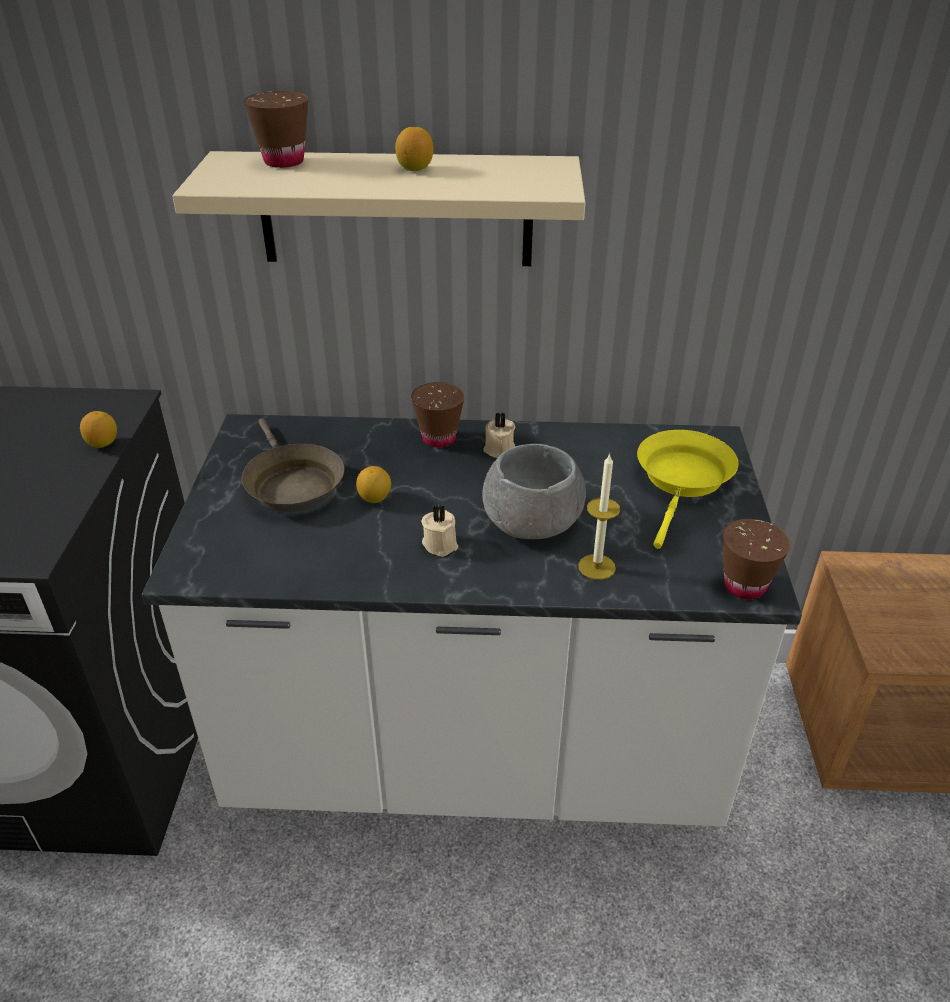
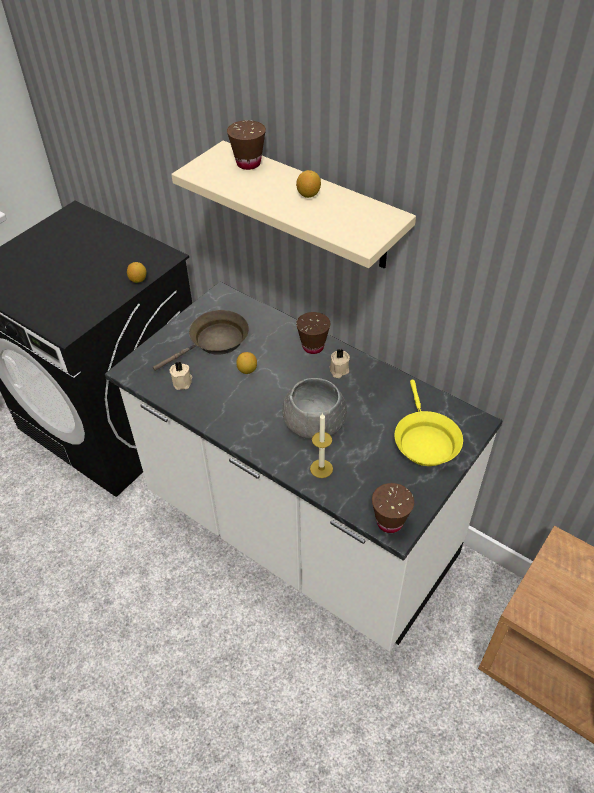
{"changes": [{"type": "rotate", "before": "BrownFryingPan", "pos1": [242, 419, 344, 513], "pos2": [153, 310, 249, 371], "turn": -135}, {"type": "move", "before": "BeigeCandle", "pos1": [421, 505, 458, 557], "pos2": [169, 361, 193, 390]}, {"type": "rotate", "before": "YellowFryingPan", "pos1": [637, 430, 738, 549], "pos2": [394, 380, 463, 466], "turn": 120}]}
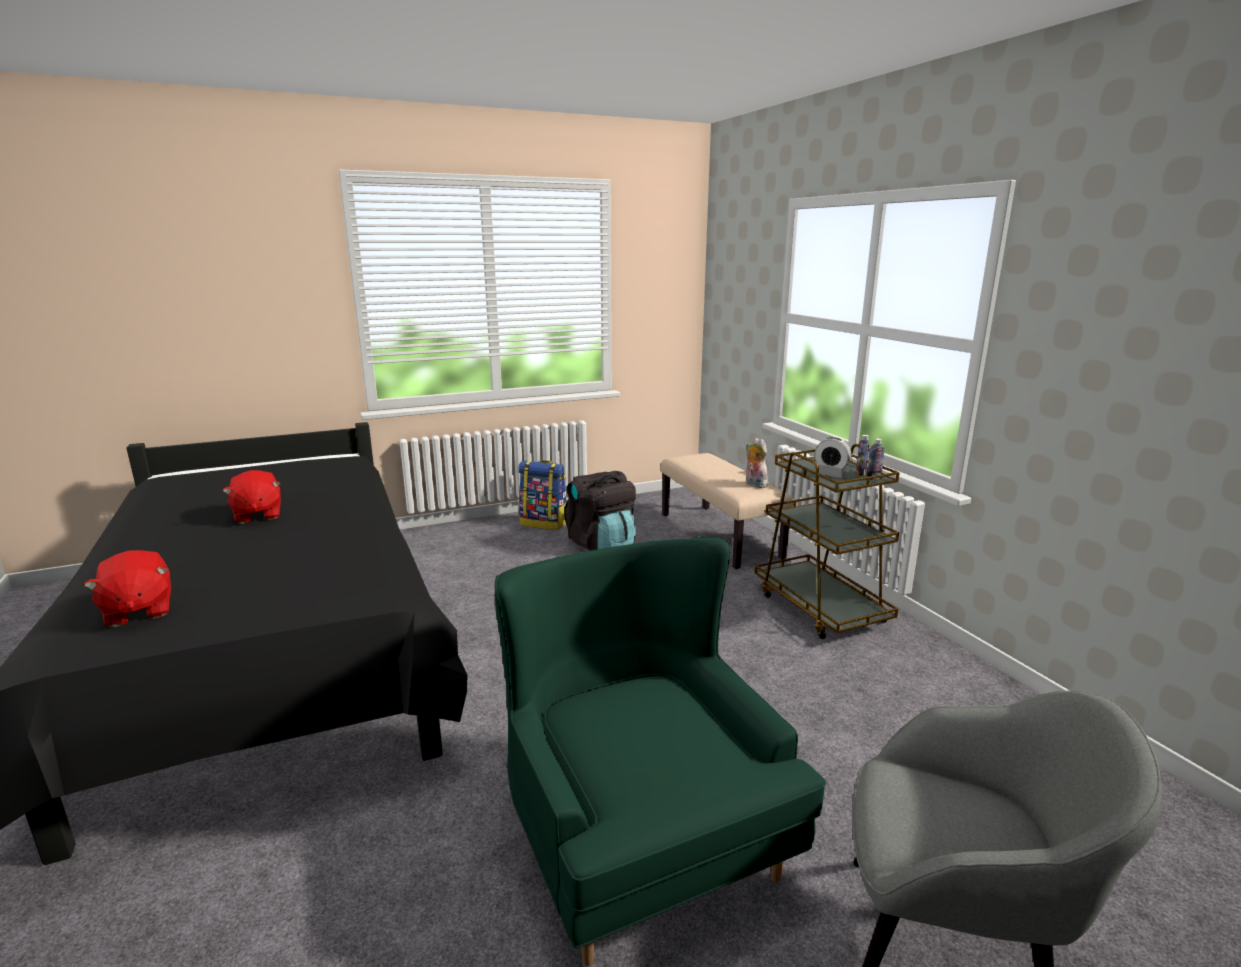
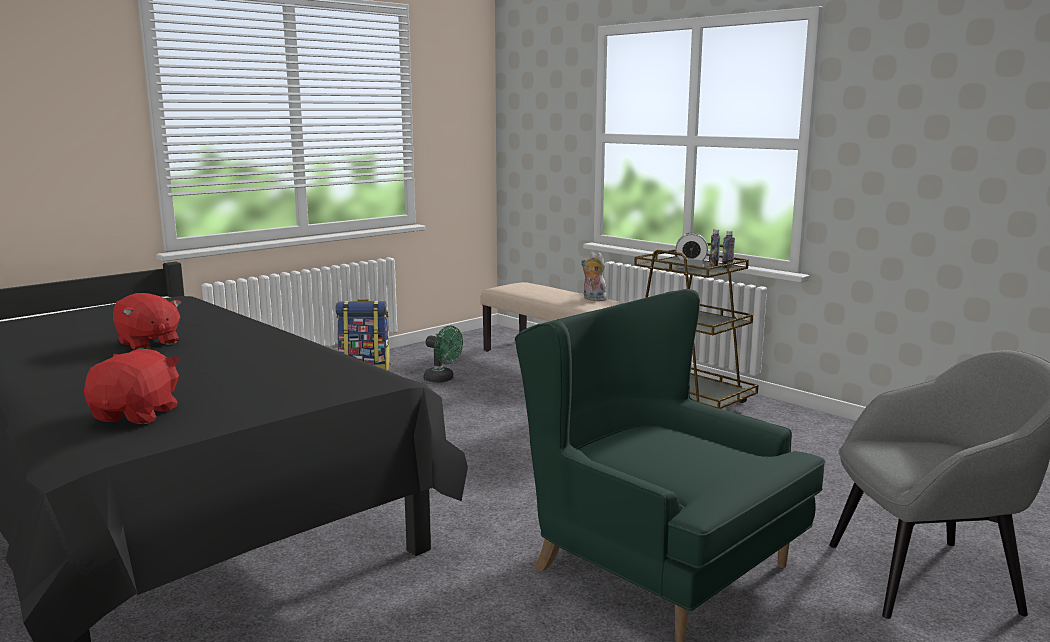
{"changes": [{"type": "rotate", "before": "RedPlushToy", "pos1": [83, 550, 171, 627], "pos2": [84, 349, 180, 424], "turn": -120}, {"type": "replace", "before": "BlackBackpack", "after": "GreenFan", "pos1": [565, 471, 636, 551], "pos2": [424, 326, 463, 383]}]}
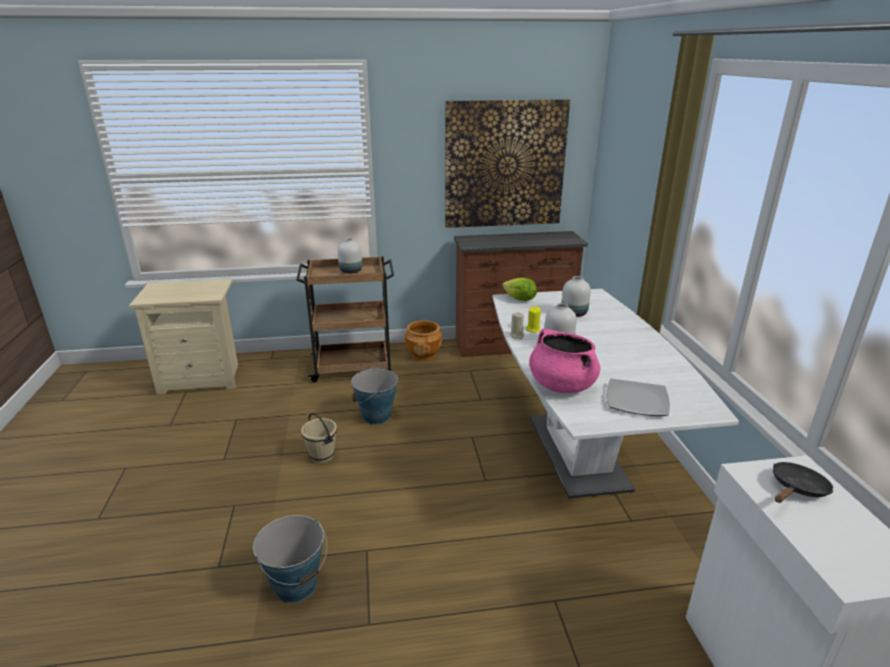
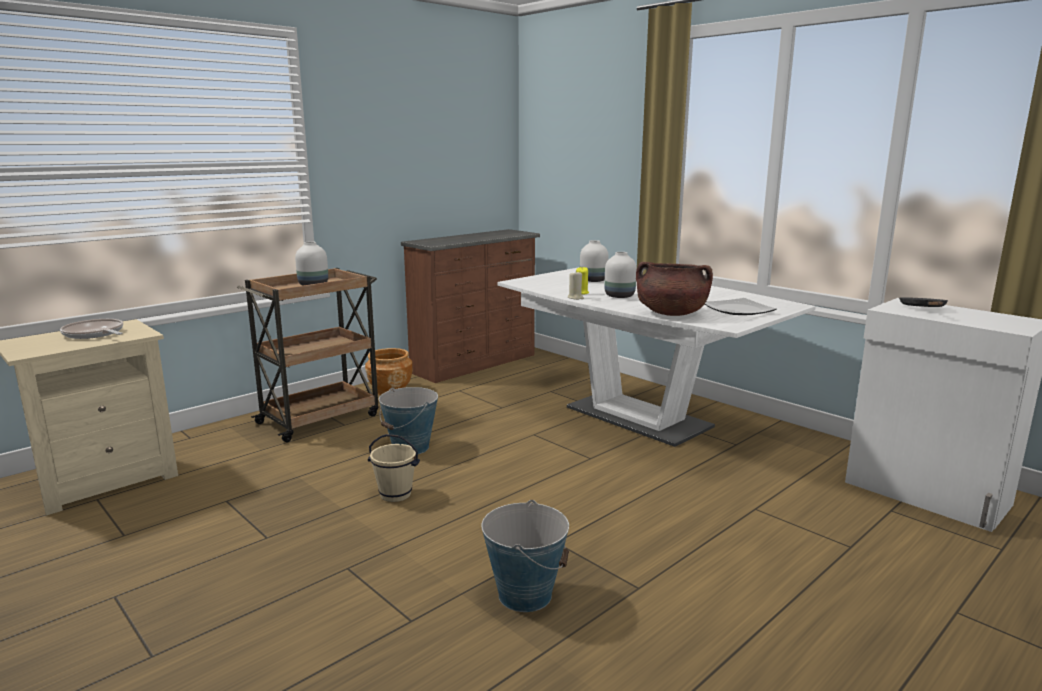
{"changes": [{"type": "delete", "before": "Picture", "pos1": [445, 99, 570, 228]}, {"type": "delete", "before": "Lettuce", "pos1": [502, 277, 537, 301]}, {"type": "recolor", "before": "PinkCookingPot", "after": "BrownCookingPot", "pos1": [529, 328, 600, 393], "pos2": [636, 262, 713, 316]}, {"type": "insert", "after": "FryingPan", "pos2": [60, 319, 123, 339]}]}
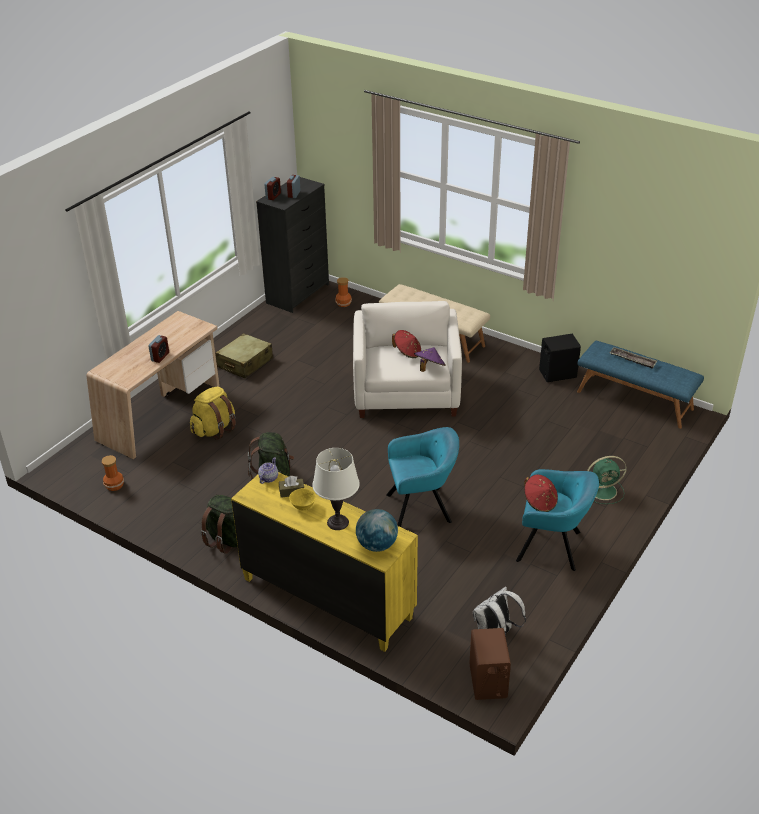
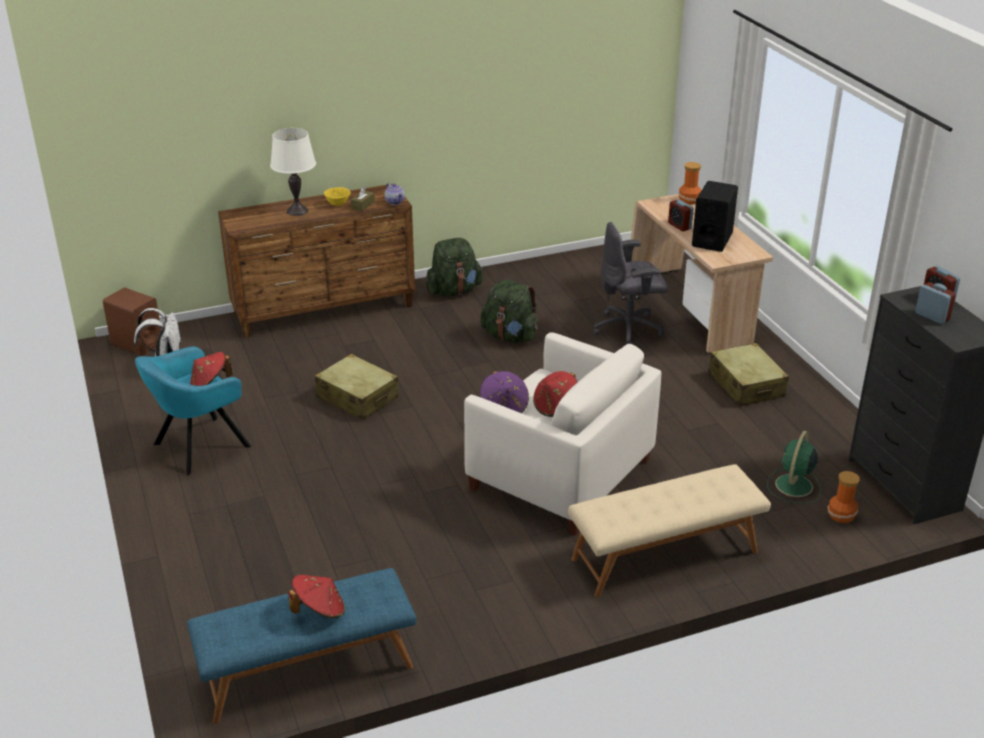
{"changes": [{"type": "move", "before": "Vase", "pos1": [102, 455, 124, 491], "pos2": [678, 162, 702, 205]}, {"type": "replace", "before": "YellowBackpack", "after": "GreyOfficeChair", "pos1": [190, 387, 236, 440], "pos2": [593, 222, 668, 345]}, {"type": "recolor", "before": "YellowDresser", "after": "BrownDresser", "pos1": [231, 472, 418, 652], "pos2": [218, 184, 415, 338]}, {"type": "delete", "before": "Globe", "pos1": [356, 509, 398, 552]}, {"type": "replace", "before": "TurquoiseArmchair", "after": "BeigeSuitcase", "pos1": [386, 427, 459, 527], "pos2": [315, 354, 398, 420]}, {"type": "move", "before": "BlackSpeaker", "pos1": [539, 334, 581, 382], "pos2": [692, 181, 738, 252]}, {"type": "move", "before": "GreenFan", "pos1": [587, 456, 627, 504], "pos2": [767, 431, 821, 504]}, {"type": "replace", "before": "Tray", "after": "RedHat", "pos1": [610, 347, 657, 369], "pos2": [288, 575, 345, 618]}]}
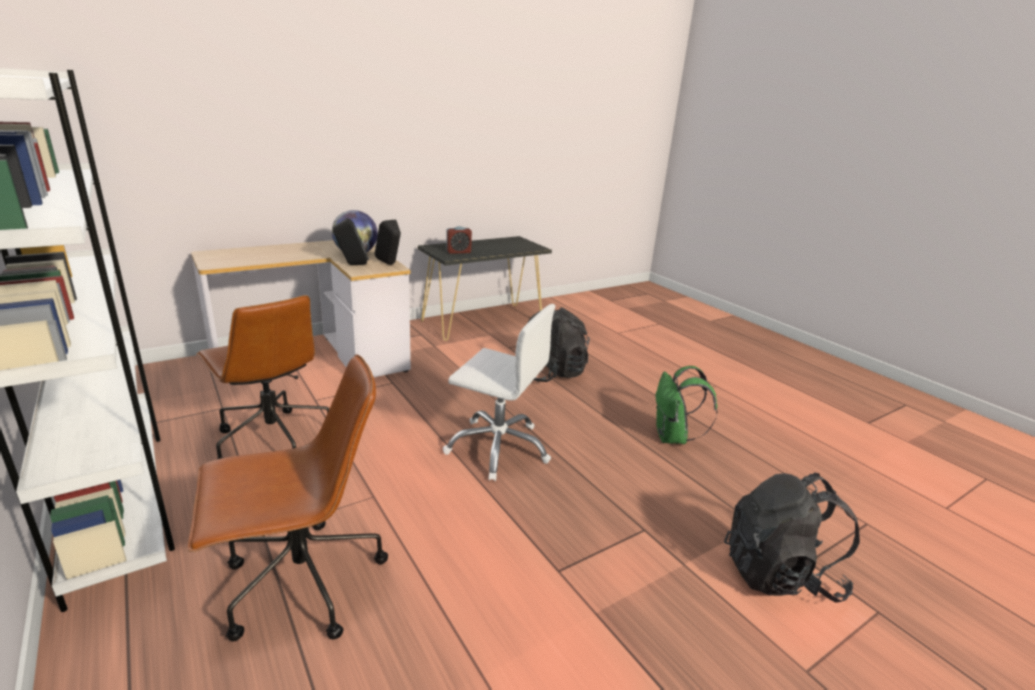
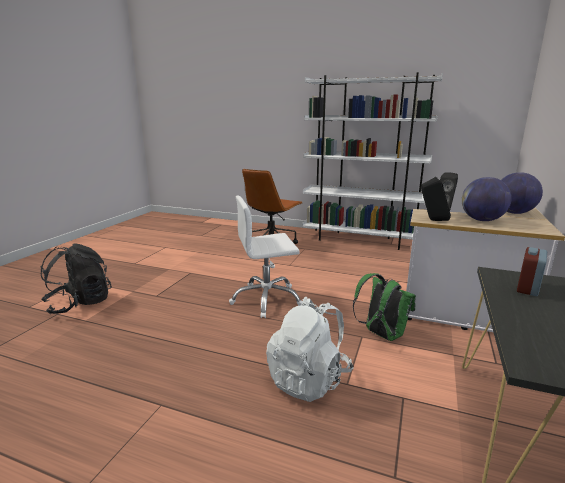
{"changes": [{"type": "delete", "before": "BrownOfficeChair", "pos1": [196, 295, 330, 459]}, {"type": "recolor", "before": "BlackBackpack", "after": "WhiteBackpack", "pos1": [527, 307, 590, 382], "pos2": [266, 297, 354, 402]}, {"type": "move", "before": "GreenBackpack", "pos1": [655, 366, 717, 444], "pos2": [353, 273, 416, 341]}, {"type": "insert", "after": "Globe", "pos2": [501, 172, 543, 214]}]}
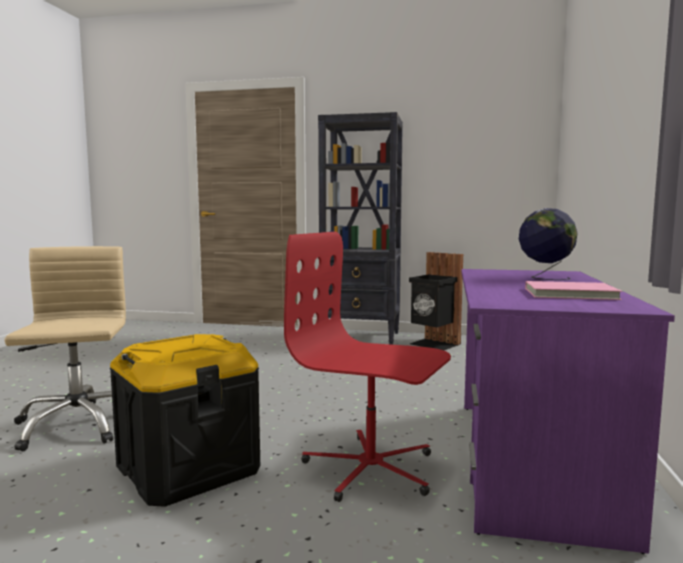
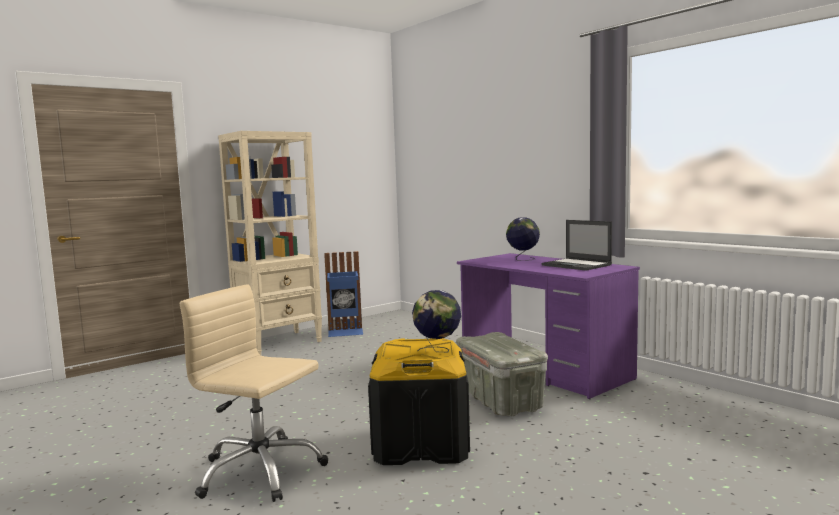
{"changes": [{"type": "replace", "before": "RedOfficeChair", "after": "GreyStorageBox", "pos1": [284, 232, 451, 502], "pos2": [456, 332, 548, 416]}, {"type": "recolor", "before": "BlackBookcase", "after": "BeigeBookcase", "pos1": [318, 112, 403, 345], "pos2": [218, 131, 322, 355]}, {"type": "recolor", "before": "BlackTrashCan", "after": "BlueTrashCan", "pos1": [409, 252, 463, 350], "pos2": [324, 251, 363, 337]}, {"type": "replace", "before": "PinkBook", "after": "Laptop", "pos1": [525, 281, 622, 300], "pos2": [542, 220, 612, 271]}, {"type": "insert", "after": "Globe", "pos2": [412, 290, 461, 352]}]}
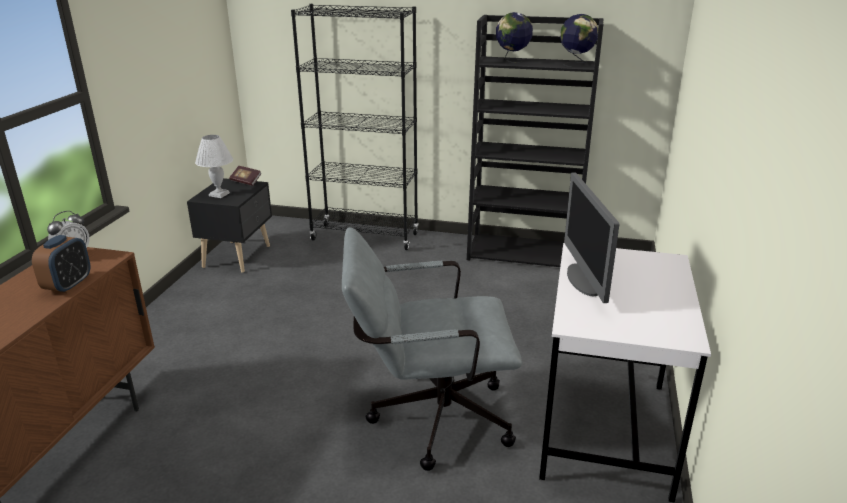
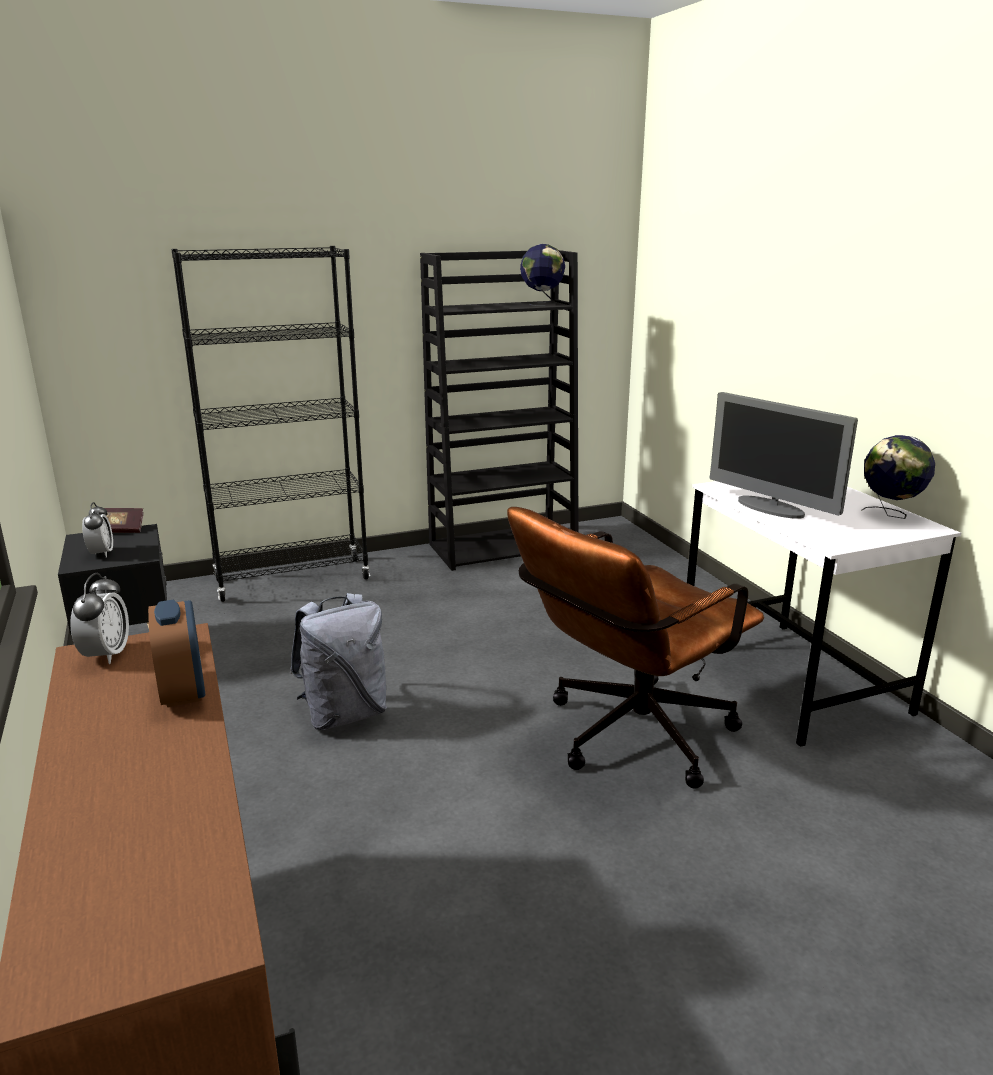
{"changes": [{"type": "replace", "before": "WhiteTableLamp", "after": "AlarmClock", "pos1": [195, 135, 233, 198], "pos2": [82, 502, 113, 558]}, {"type": "recolor", "before": "GreyOfficeChair", "after": "BrownOfficeChair", "pos1": [342, 227, 522, 471], "pos2": [507, 507, 764, 789]}, {"type": "move", "before": "Globe", "pos1": [496, 12, 533, 63], "pos2": [862, 435, 935, 519]}, {"type": "insert", "after": "GreyBackpack", "pos2": [290, 593, 387, 730]}]}
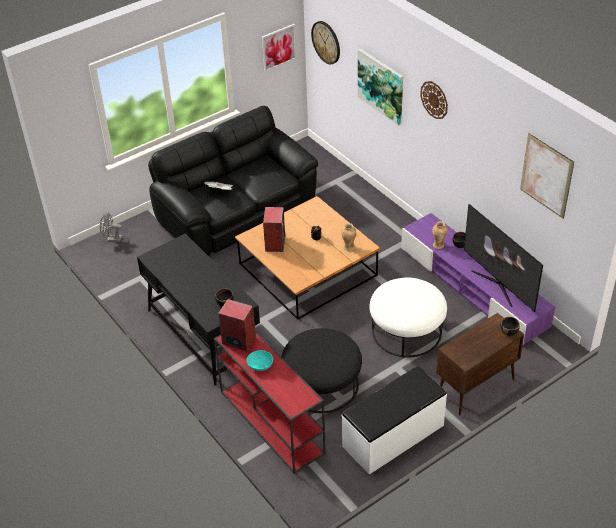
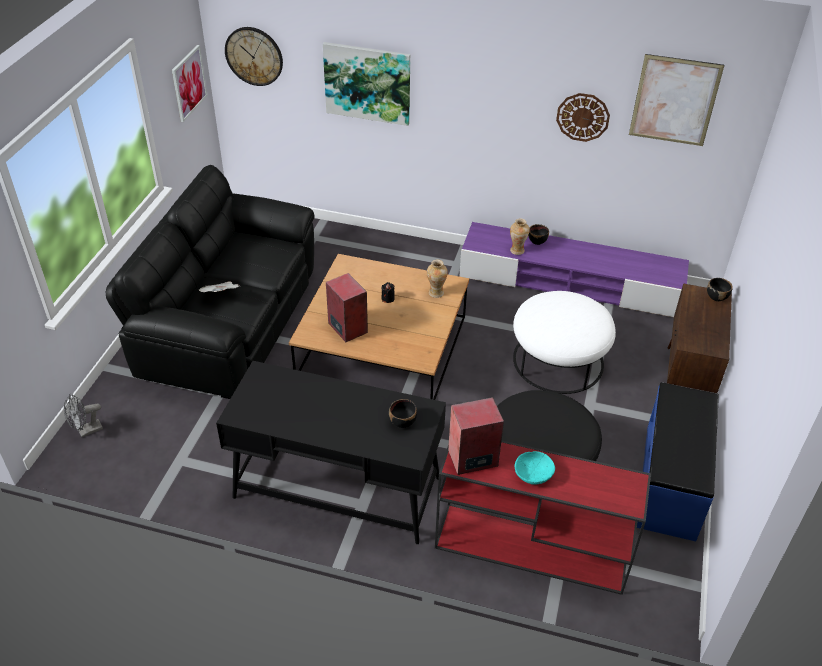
{"changes": [{"type": "recolor", "before": "WhiteBench", "after": "BlueBench", "pos1": [341, 366, 447, 475], "pos2": [637, 382, 719, 541]}, {"type": "move", "before": "WallClock", "pos1": [420, 81, 448, 119], "pos2": [556, 93, 610, 142]}, {"type": "delete", "before": "Television", "pos1": [464, 204, 543, 312]}]}
